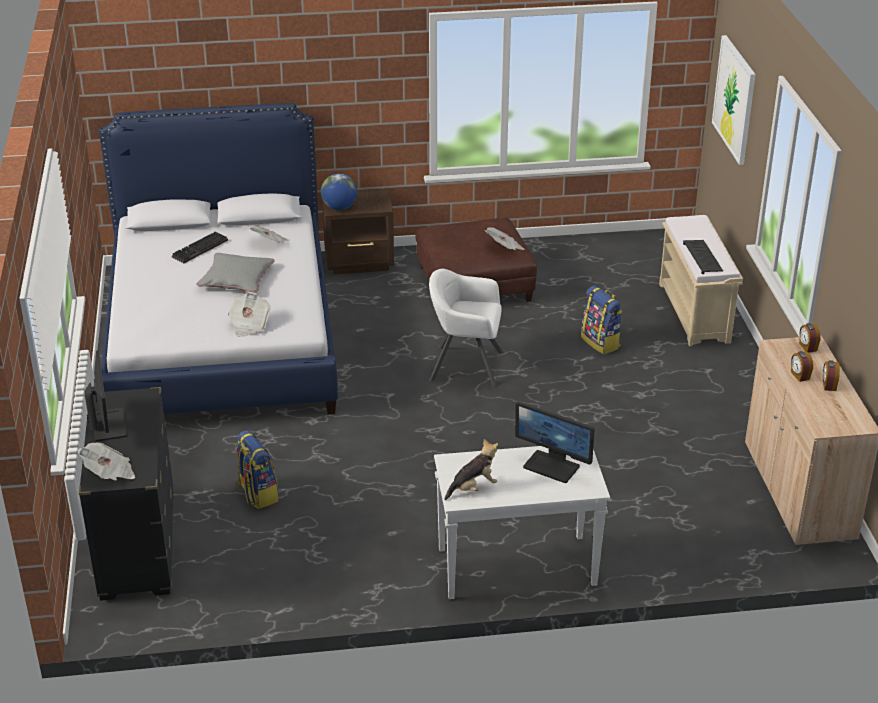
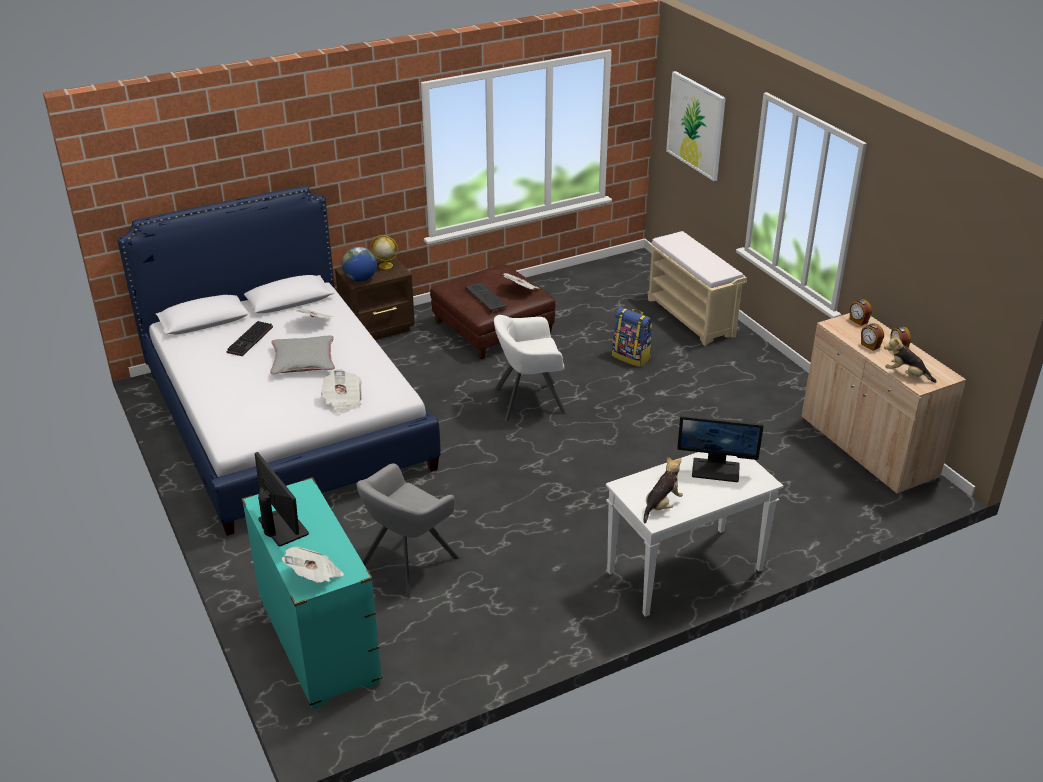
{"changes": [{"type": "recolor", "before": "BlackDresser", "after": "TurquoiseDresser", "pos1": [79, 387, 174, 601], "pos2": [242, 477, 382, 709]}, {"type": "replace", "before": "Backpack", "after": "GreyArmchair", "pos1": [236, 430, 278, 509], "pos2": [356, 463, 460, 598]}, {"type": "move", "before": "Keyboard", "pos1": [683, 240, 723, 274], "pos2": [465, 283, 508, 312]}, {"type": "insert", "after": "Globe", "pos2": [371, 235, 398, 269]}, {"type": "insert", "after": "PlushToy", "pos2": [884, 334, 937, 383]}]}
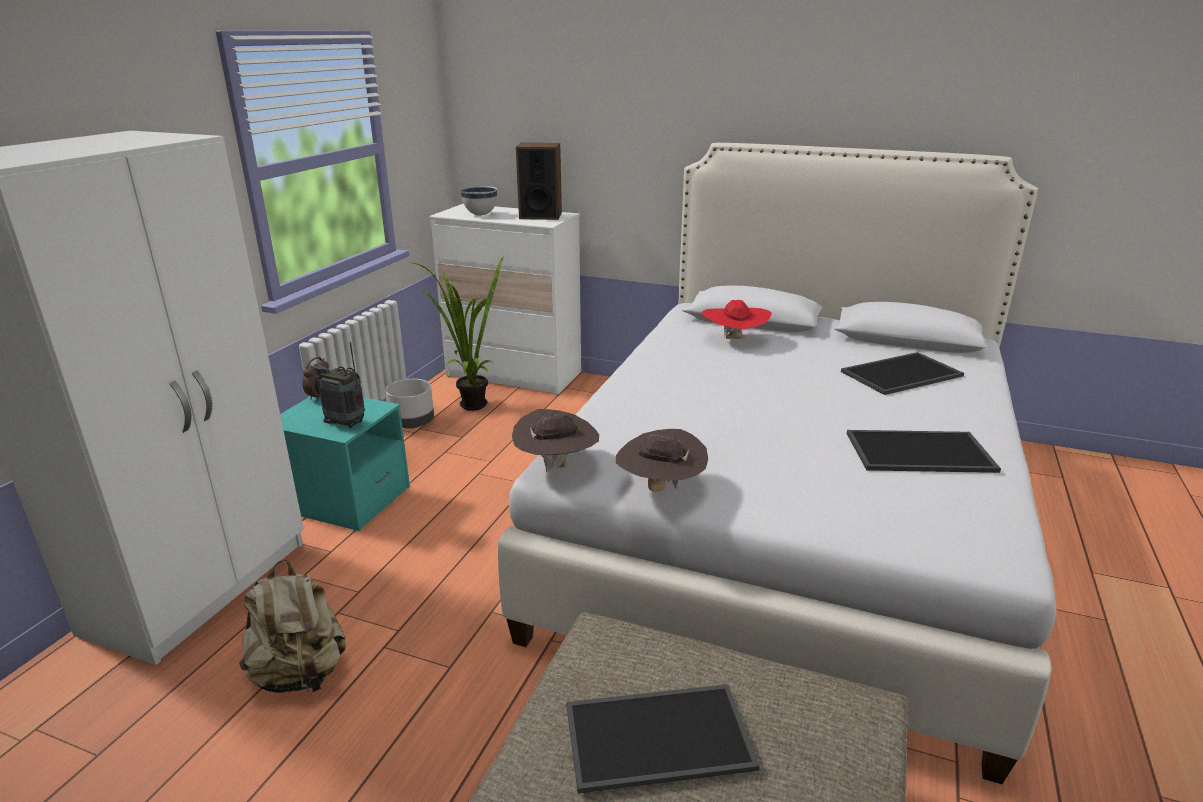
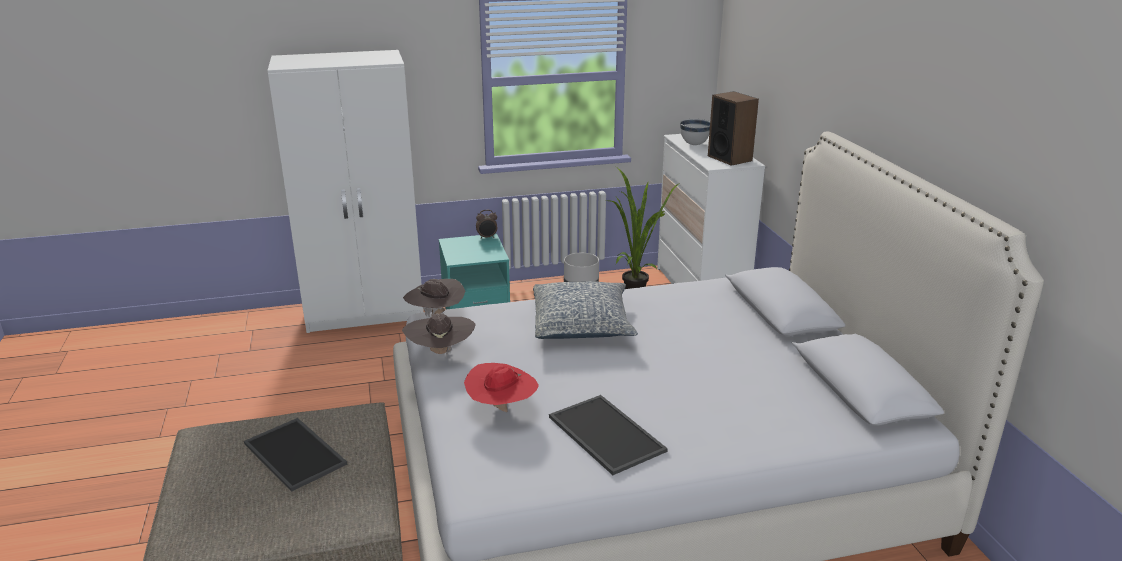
{"changes": [{"type": "delete", "before": "BeigeBackpack", "pos1": [239, 559, 346, 693]}, {"type": "delete", "before": "Radio", "pos1": [314, 342, 365, 428]}, {"type": "move", "before": "RedHat", "pos1": [702, 300, 771, 339], "pos2": [464, 363, 539, 412]}, {"type": "delete", "before": "Tray", "pos1": [841, 352, 964, 395]}, {"type": "insert", "after": "Pillow", "pos2": [533, 281, 638, 339]}]}
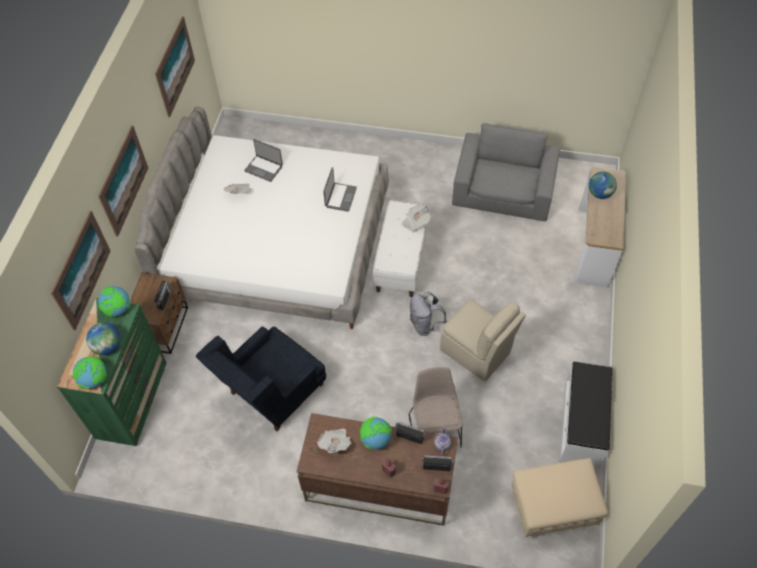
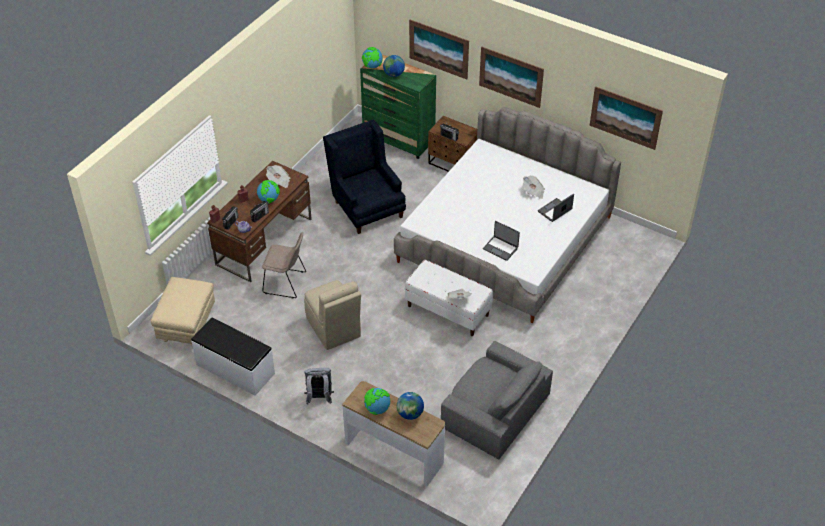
{"changes": [{"type": "move", "before": "Globe", "pos1": [98, 286, 130, 317], "pos2": [364, 388, 390, 415]}, {"type": "move", "before": "GreyBackpack", "pos1": [410, 292, 447, 336], "pos2": [304, 368, 334, 404]}, {"type": "rotate", "before": "BeigeChair", "pos1": [440, 300, 526, 381], "pos2": [304, 280, 361, 350], "turn": -90}]}
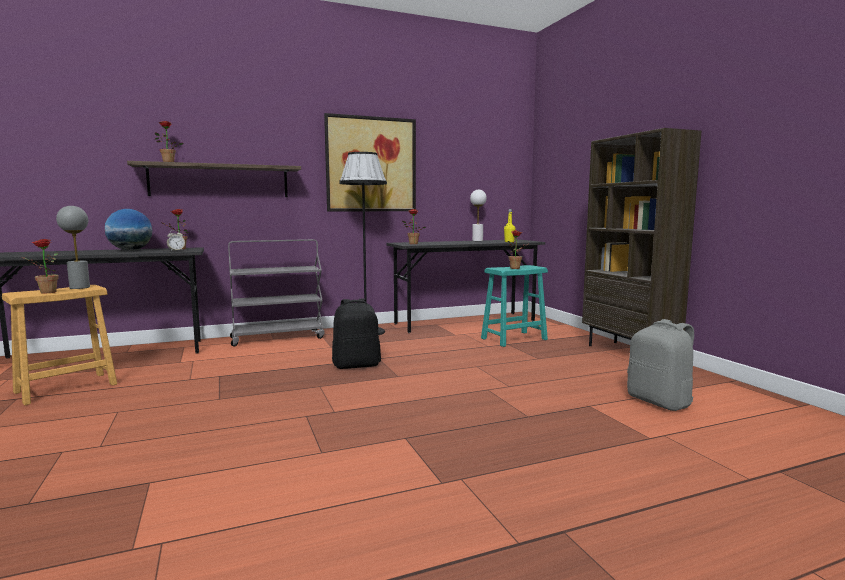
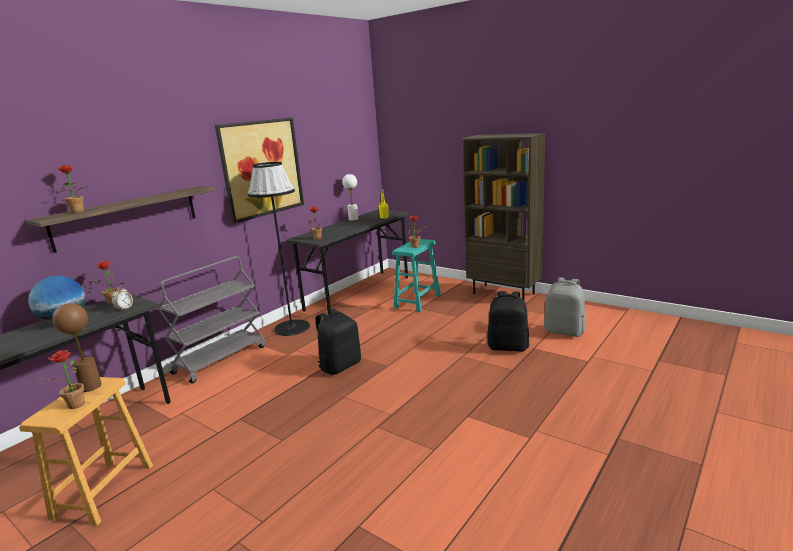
{"changes": [{"type": "recolor", "before": "GreyTableLamp", "after": "BrownTableLamp", "pos1": [56, 206, 90, 289], "pos2": [52, 303, 102, 392]}, {"type": "insert", "after": "BlackBackpack", "pos2": [487, 291, 529, 352]}]}
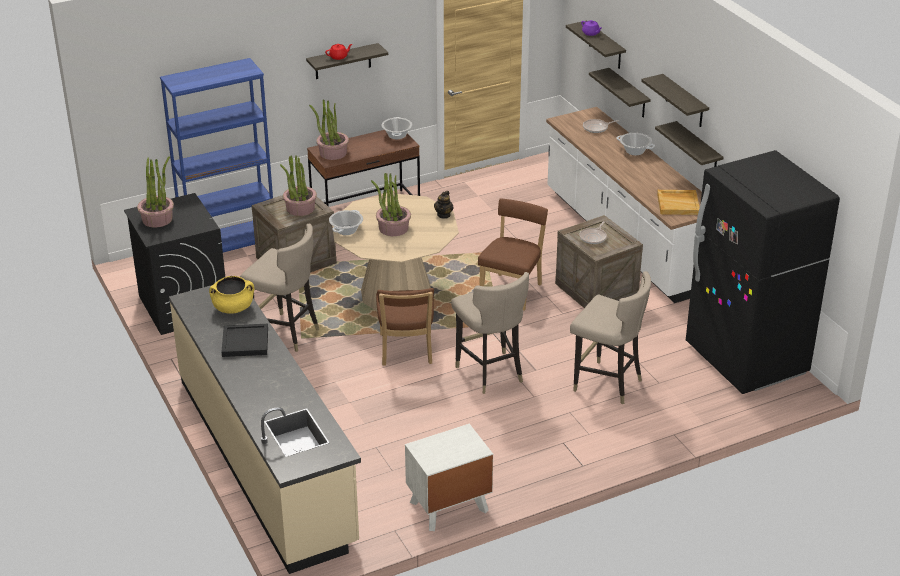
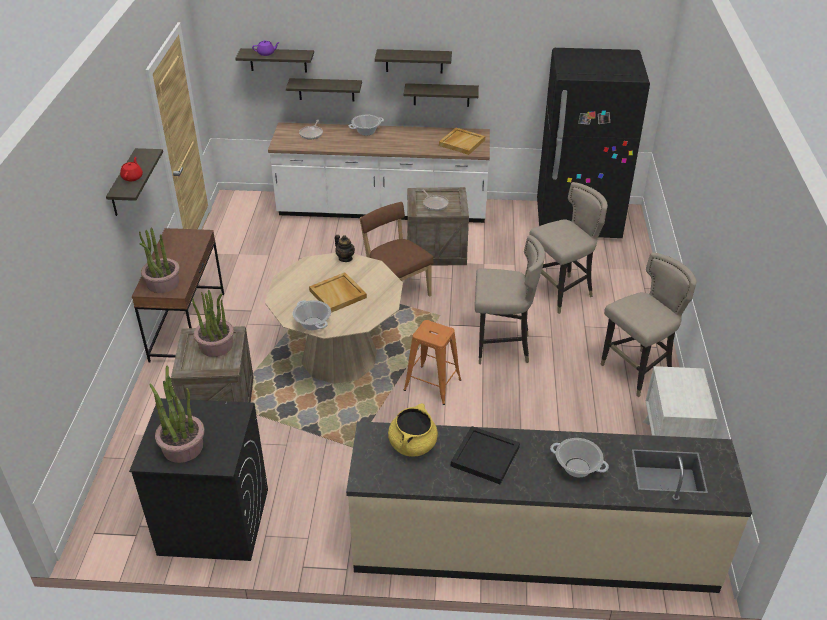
{"changes": [{"type": "delete", "before": "BlueBookcase", "pos1": [160, 58, 273, 253]}, {"type": "move", "before": "BeigeStool", "pos1": [240, 224, 319, 352], "pos2": [601, 252, 696, 397]}, {"type": "replace", "before": "PottedPlant", "after": "BeigeTray", "pos1": [371, 173, 411, 236], "pos2": [309, 272, 367, 313]}, {"type": "replace", "before": "BrownChair", "after": "OrangeStool", "pos1": [376, 288, 434, 366], "pos2": [404, 320, 461, 405]}, {"type": "move", "before": "CookingPot", "pos1": [381, 117, 412, 139], "pos2": [550, 438, 609, 477]}]}
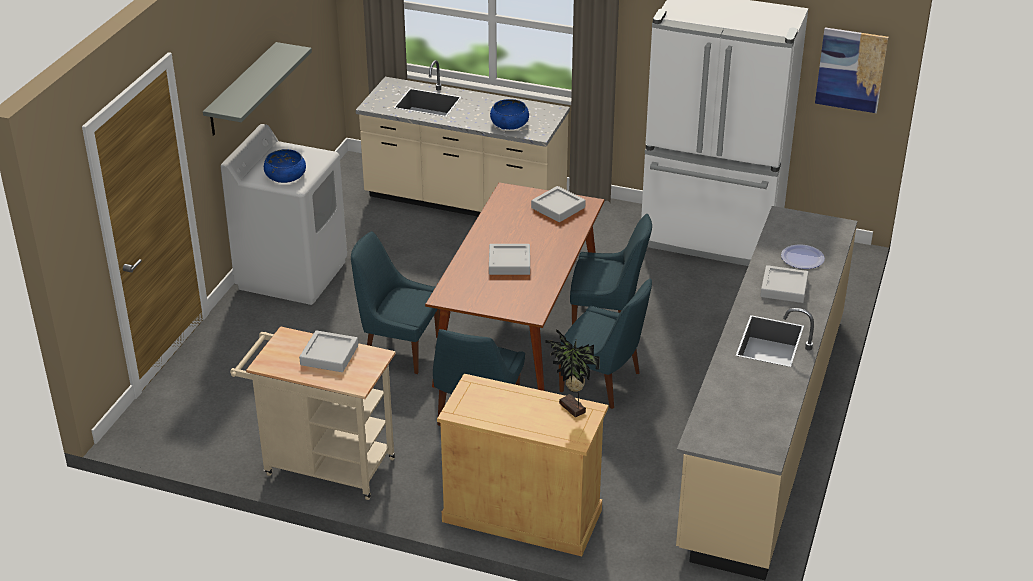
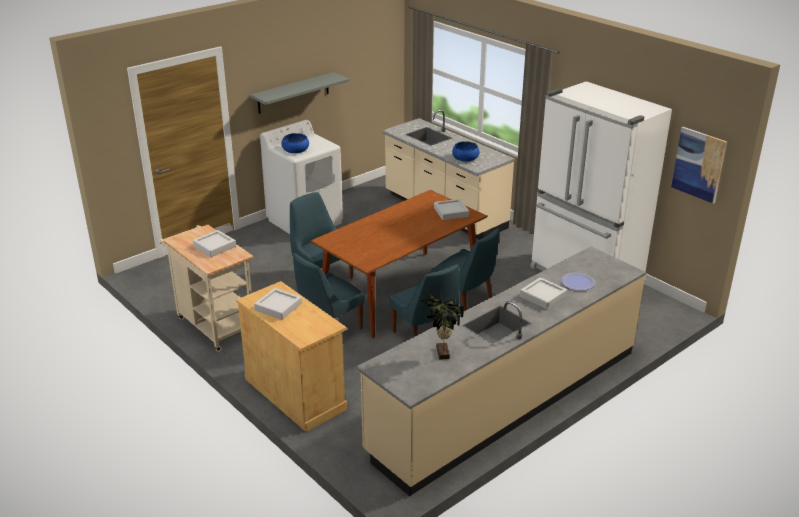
{"changes": [{"type": "move", "before": "GreyTray", "pos1": [489, 244, 530, 275], "pos2": [254, 288, 302, 320]}, {"type": "move", "before": "PottedPlant", "pos1": [545, 329, 600, 417], "pos2": [421, 288, 464, 359]}]}
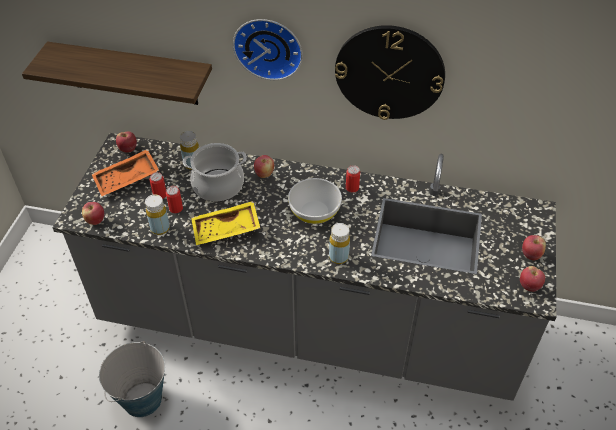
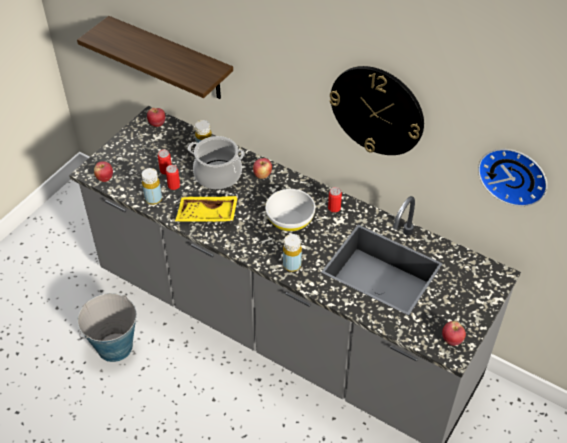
{"changes": [{"type": "delete", "before": "OrangeTray", "pos1": [92, 149, 159, 196]}, {"type": "move", "before": "WallClock", "pos1": [233, 19, 303, 80], "pos2": [478, 149, 547, 207]}, {"type": "delete", "before": "Apple", "pos1": [522, 235, 546, 260]}]}
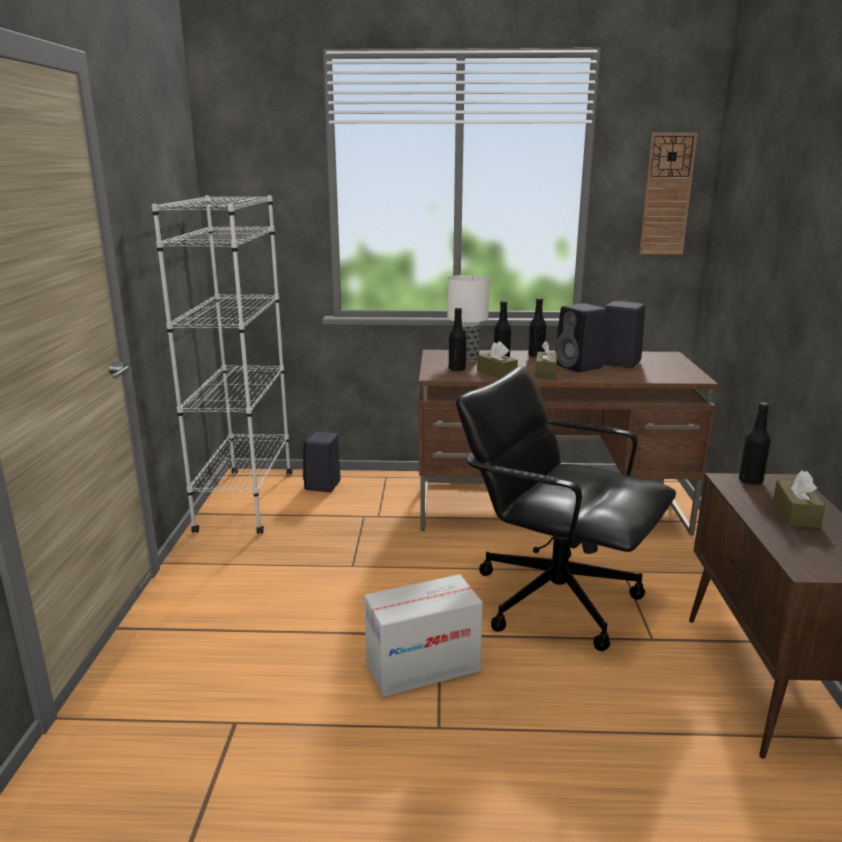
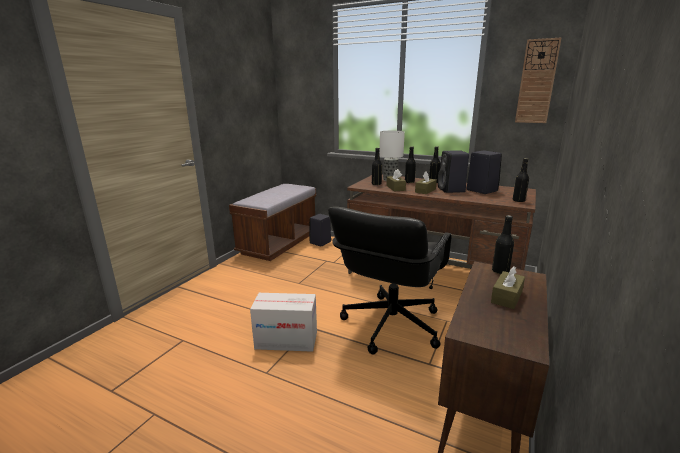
{"changes": [{"type": "replace", "before": "WhiteBookcase", "after": "BrownBench", "pos1": [152, 195, 292, 534], "pos2": [229, 184, 316, 261]}, {"type": "rotate", "before": "BlackOfficeChair", "pos1": [456, 366, 676, 651], "pos2": [328, 207, 452, 355], "turn": -120}, {"type": "insert", "after": "BlackBottle", "pos2": [513, 158, 529, 202]}]}
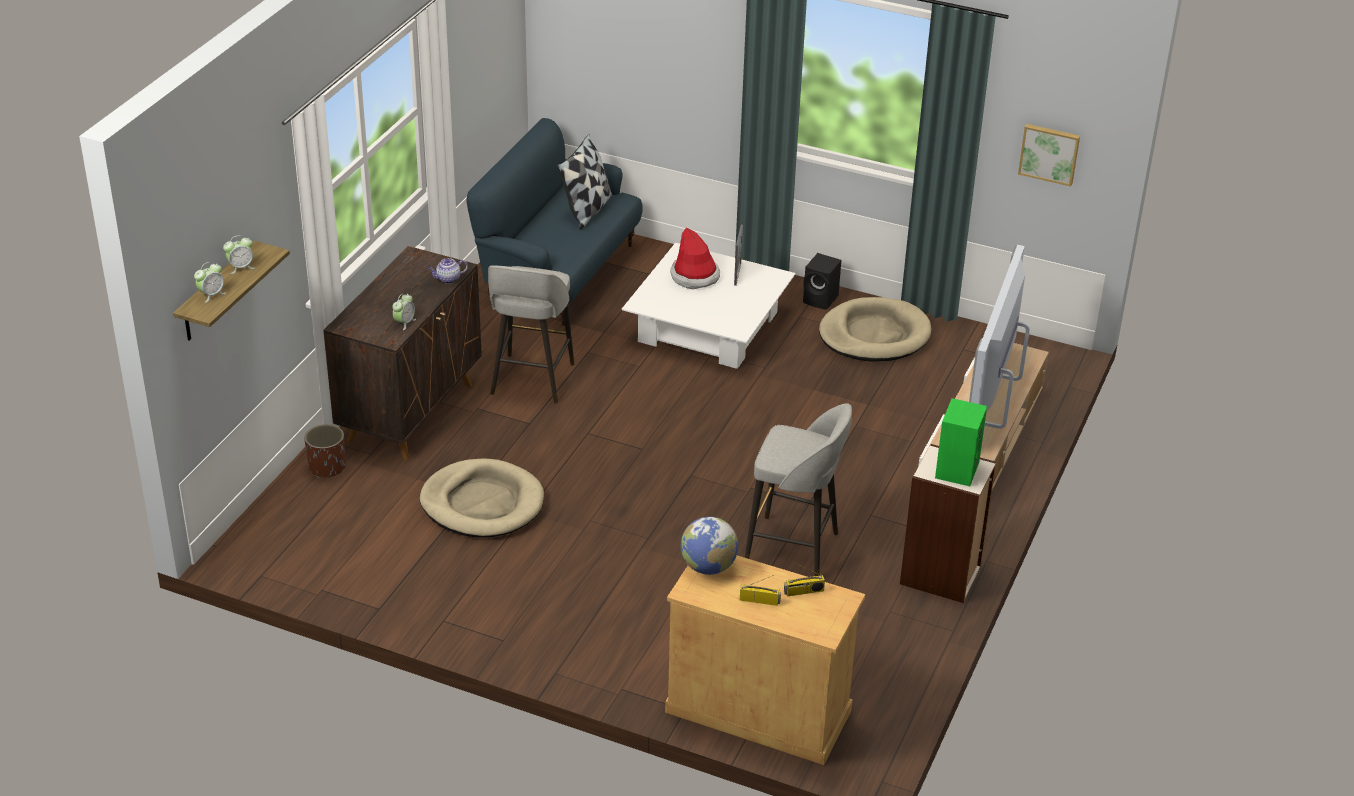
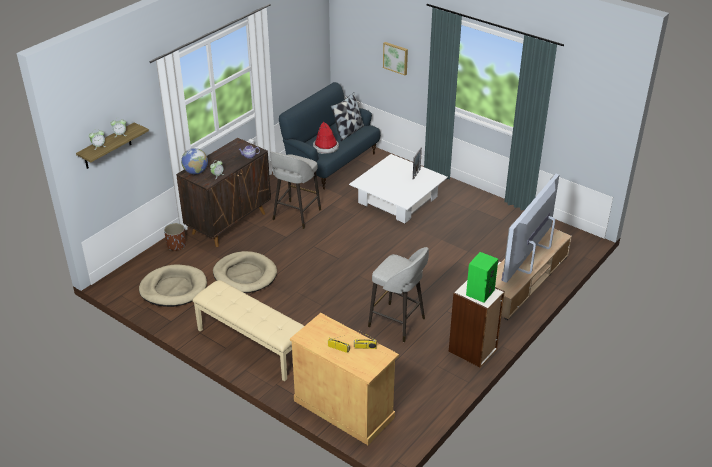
{"changes": [{"type": "move", "before": "Hat", "pos1": [670, 227, 720, 289], "pos2": [313, 122, 339, 154]}, {"type": "move", "before": "Globe", "pos1": [681, 517, 738, 575], "pos2": [181, 148, 208, 174]}, {"type": "delete", "before": "BlackSpeaker", "pos1": [803, 253, 841, 310]}, {"type": "move", "before": "BeigeDogBed", "pos1": [819, 297, 931, 361], "pos2": [139, 264, 207, 307]}, {"type": "move", "before": "Picture", "pos1": [1018, 124, 1080, 186], "pos2": [383, 42, 408, 75]}, {"type": "insert", "after": "BeigeBench", "pos2": [192, 280, 304, 381]}]}
